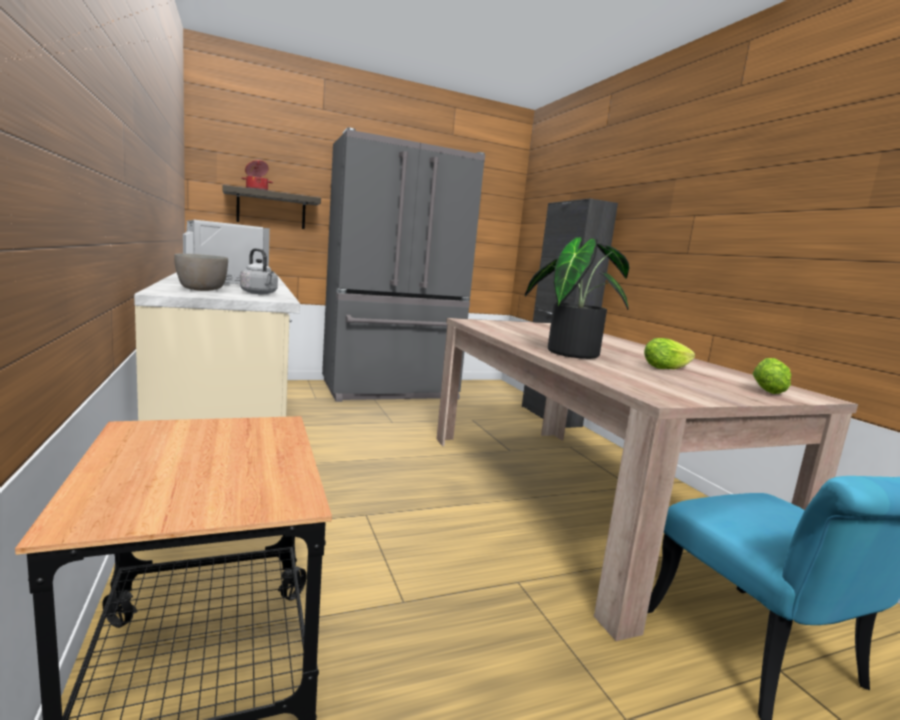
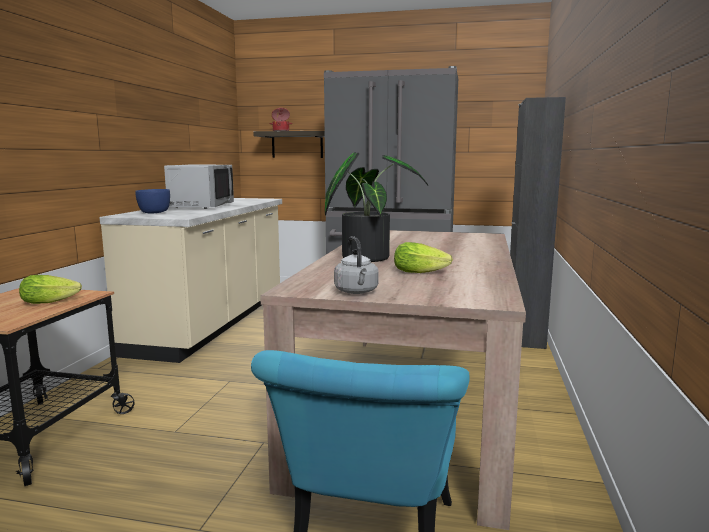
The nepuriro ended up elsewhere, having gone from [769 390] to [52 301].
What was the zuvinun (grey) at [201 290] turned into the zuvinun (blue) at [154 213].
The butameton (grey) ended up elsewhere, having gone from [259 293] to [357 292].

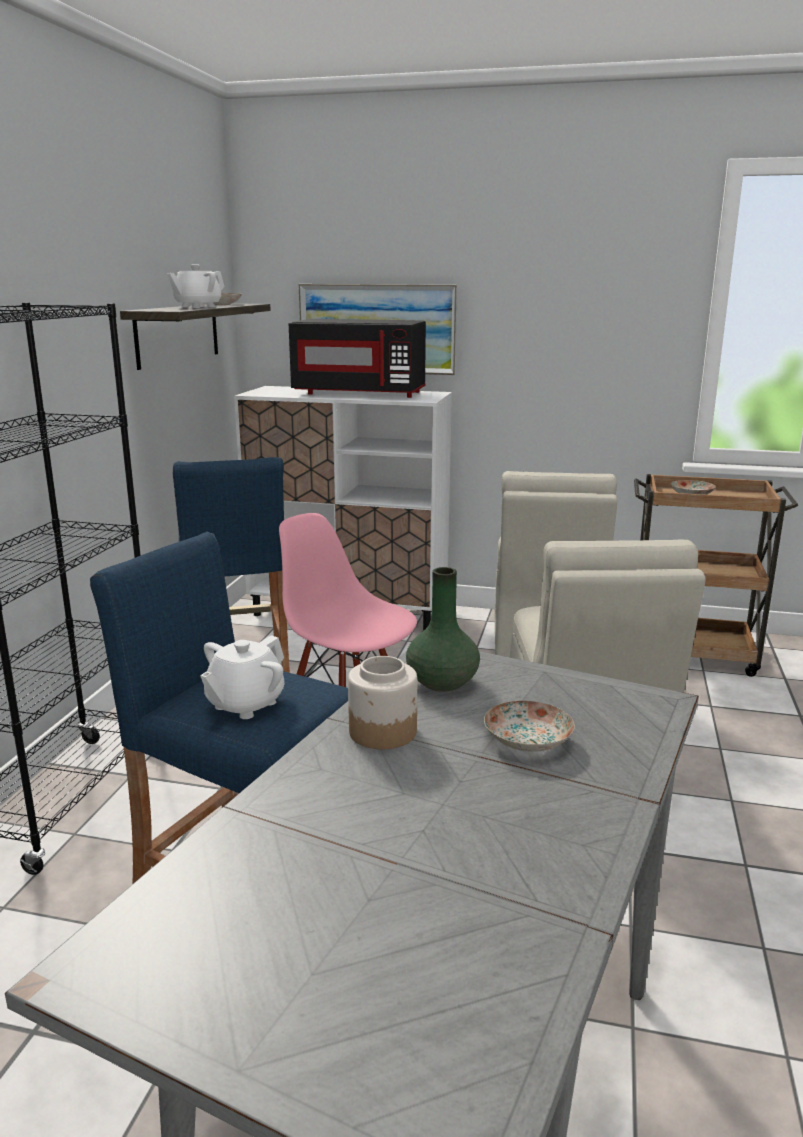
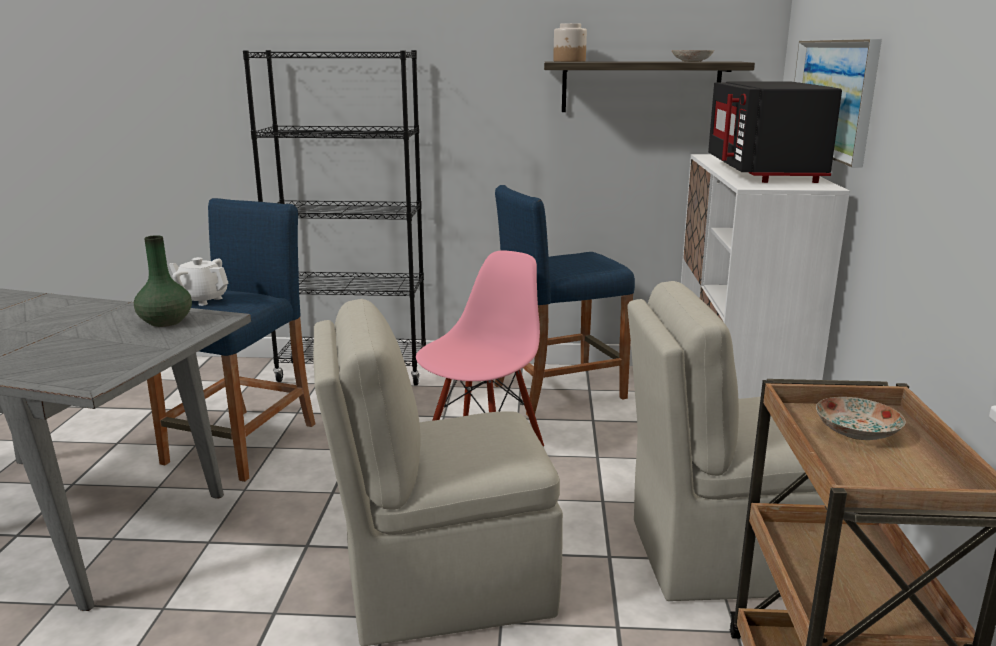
The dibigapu ended up elsewhere, having gone from [383 732] to [569 61].
The second view lost the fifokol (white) at [197 307].
The second view lost the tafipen at [528 741].

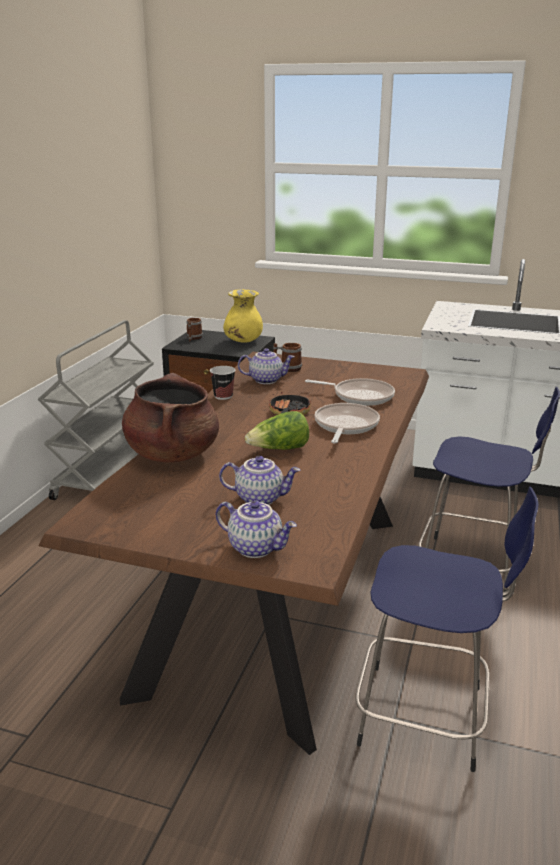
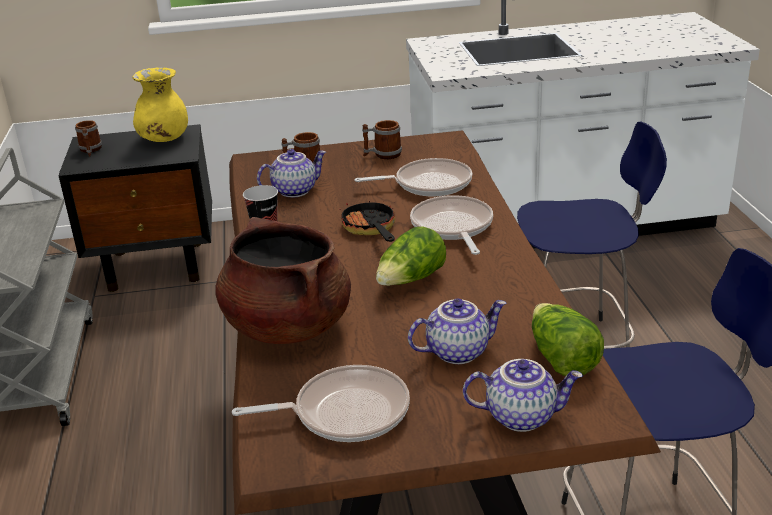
The second view gained the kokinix at [345 412].
The second view gained the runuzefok at [382 155].
The second view gained the nepuriro at [561 358].

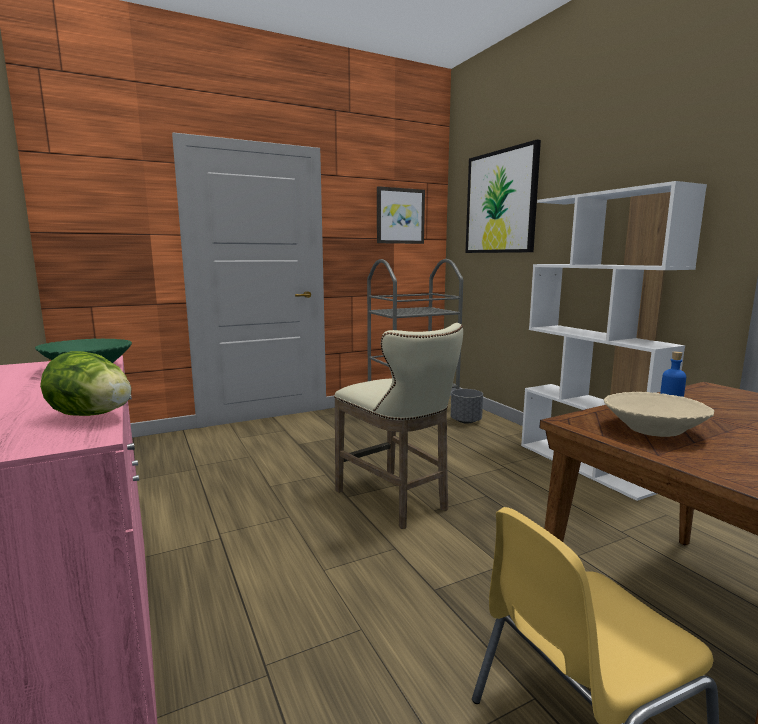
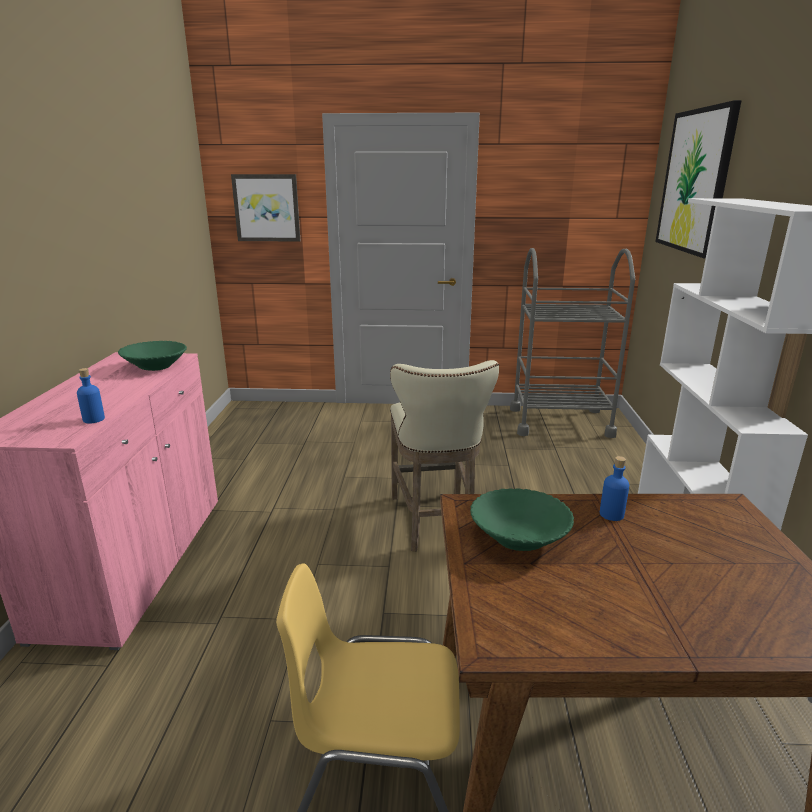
Where the nepuriro stood at [94 415], the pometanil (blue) came to stand at [94 419].
The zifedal ended up elsewhere, having gone from [400 216] to [267 208].
What was the zuvinun (beige) at [653 430] turned into the zuvinun (green) at [519 538].
The second view lost the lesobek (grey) at [466 421].

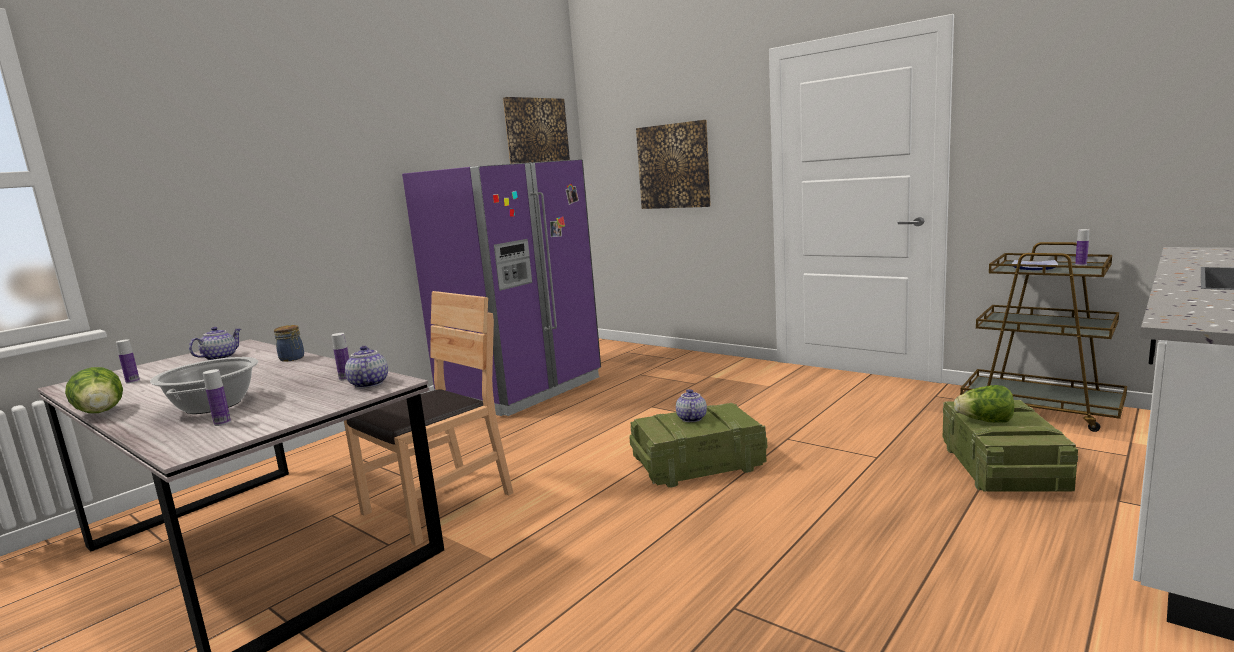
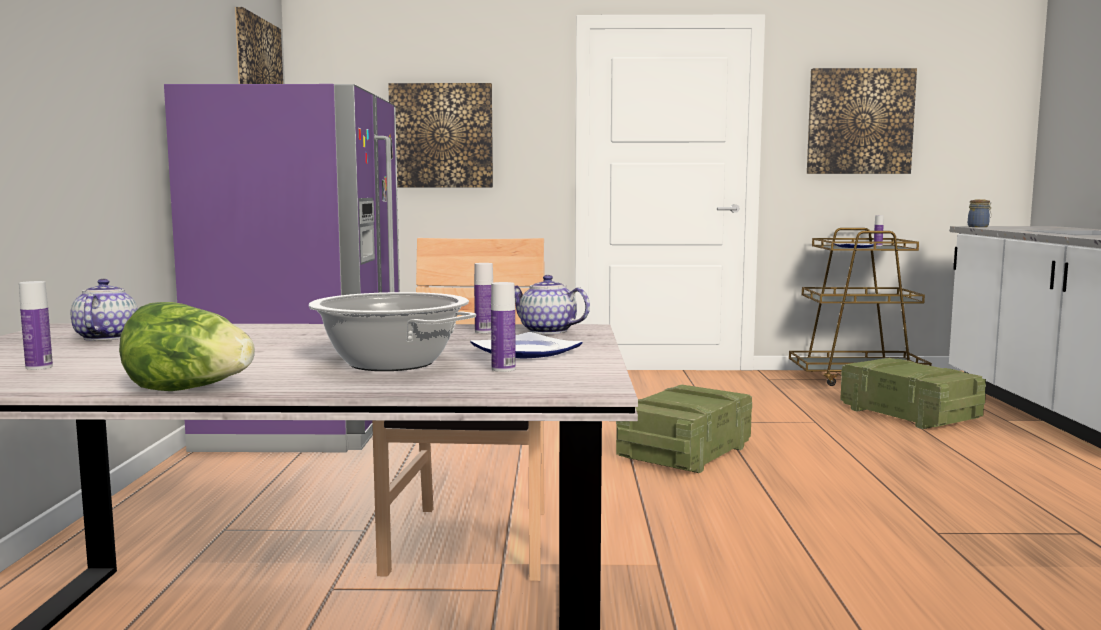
The second view gained the tafipen at [524 352].
The second view gained the zifedal at [860 121].
The dibigapu ended up elsewhere, having gone from [292 358] to [979 227].
The second view lost the fifokol at [690 418].
The second view lost the nepuriro at [985 421].

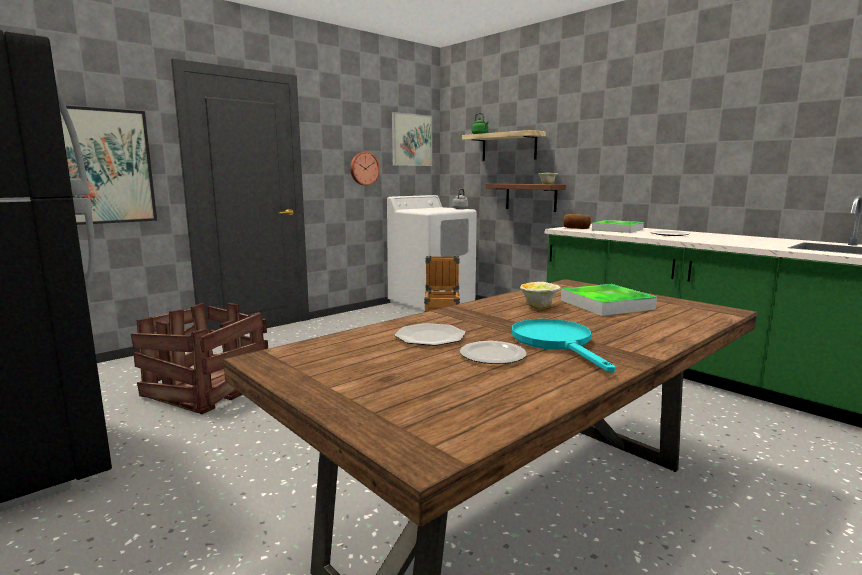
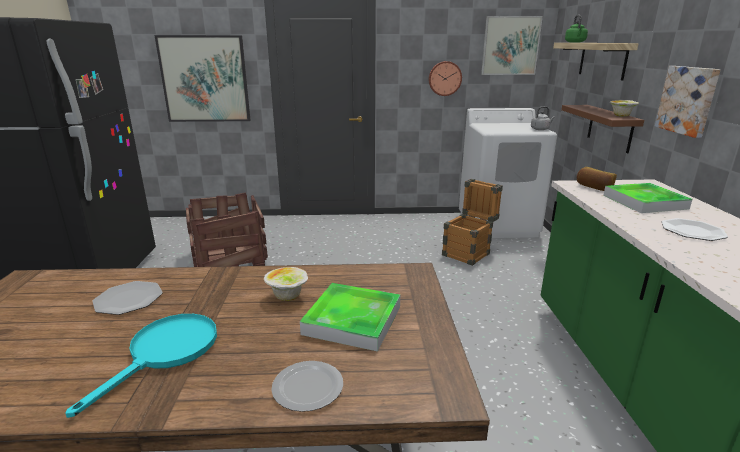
The tafipen ended up elsewhere, having gone from [494 355] to [308 388].
The second view gained the zifedal at [688 100].

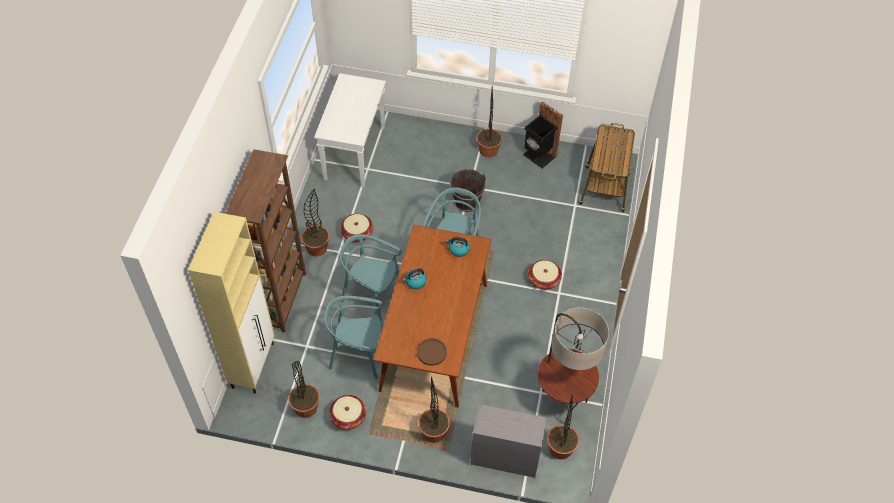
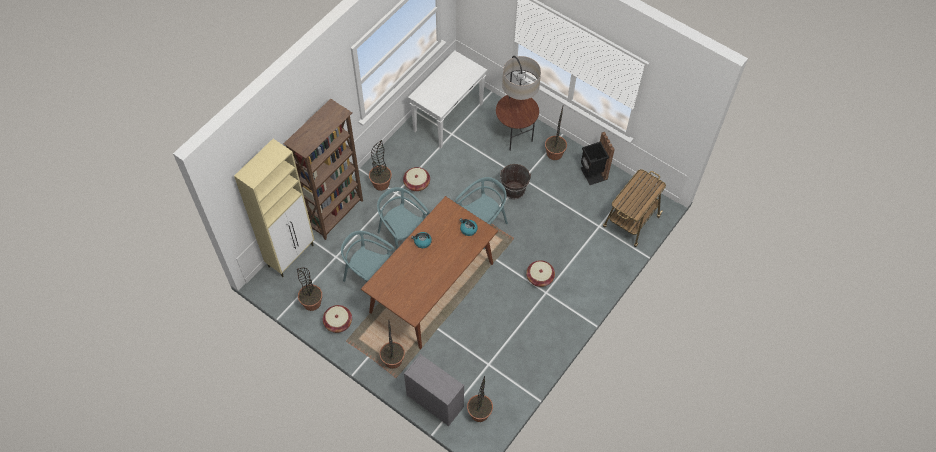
The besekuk ended up elsewhere, having gone from [561 403] to [515 136].
The second view lost the tafipen (brown) at [431 352].

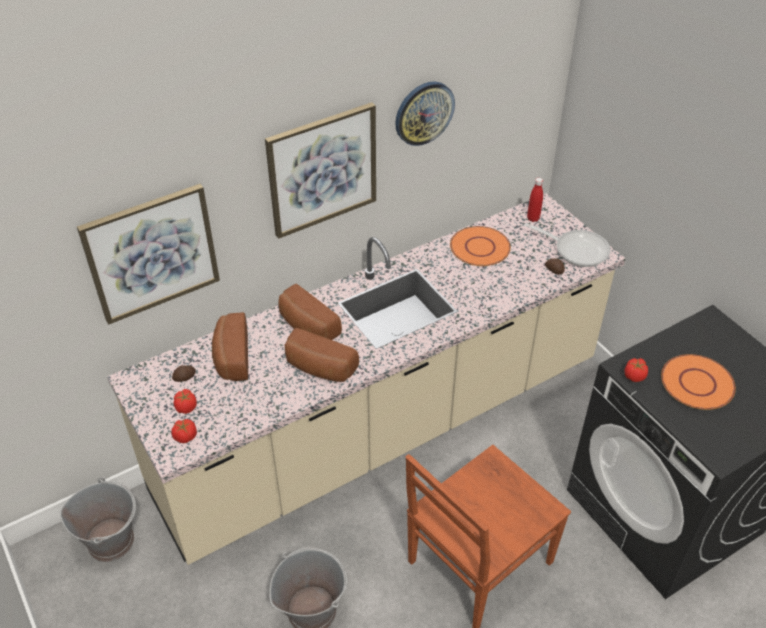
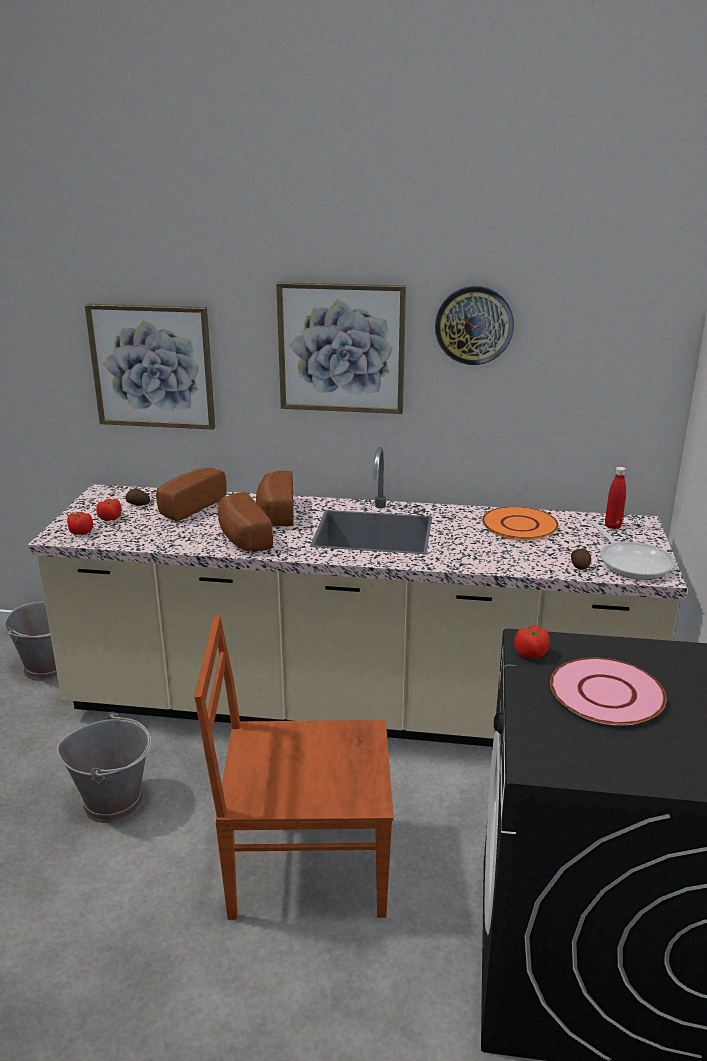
What was the tafipen (orange) at [697 383] turned into the tafipen (pink) at [606 694].

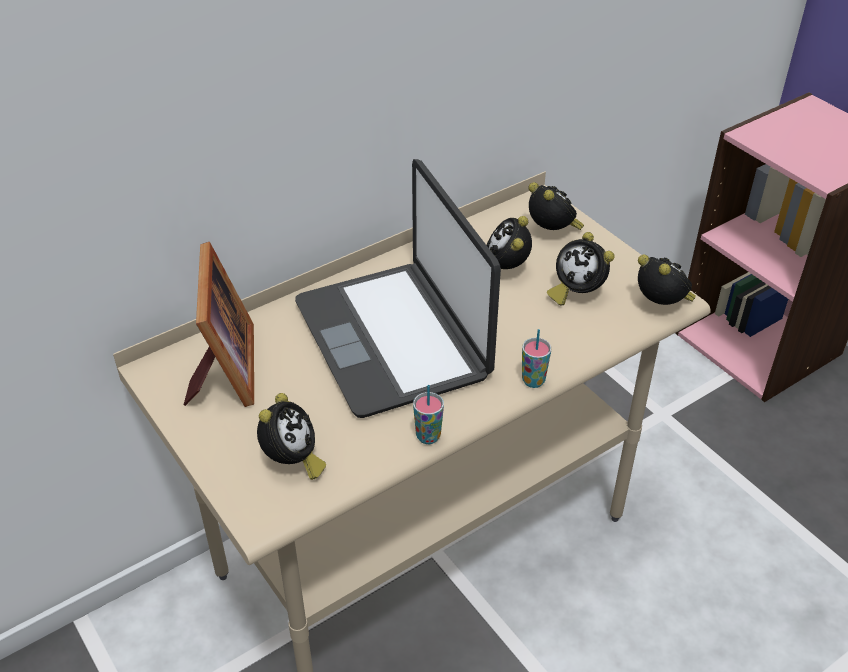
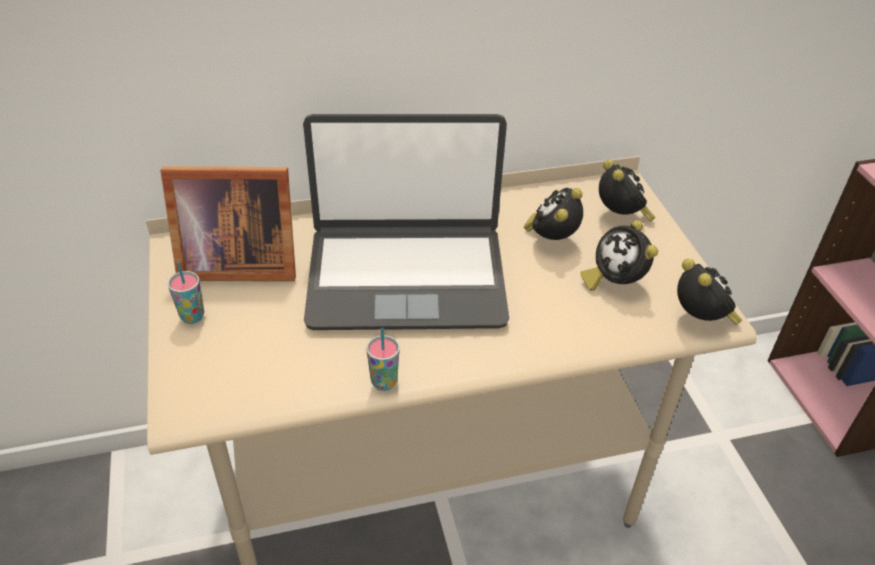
The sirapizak at [224 371] ended up facing another way, 75 degrees clockwise from before.
The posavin ended up elsewhere, having gone from [533 381] to [192 316].
The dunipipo at [394 339] ended up facing another way, 90 degrees counterclockwise from before.
The second view lost the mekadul at [292 462].

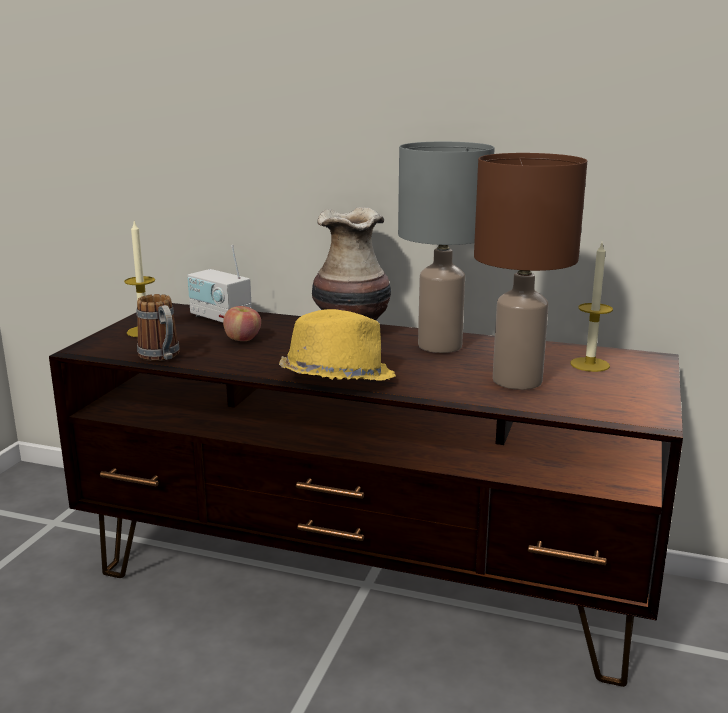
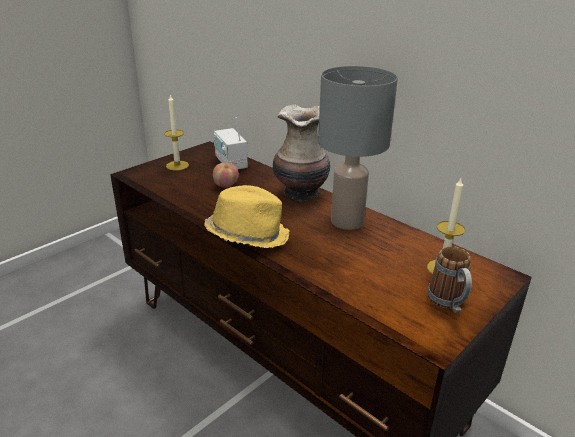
The runuzefok ended up elsewhere, having gone from [162 357] to [449 304].
The second view lost the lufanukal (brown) at [515 380].

